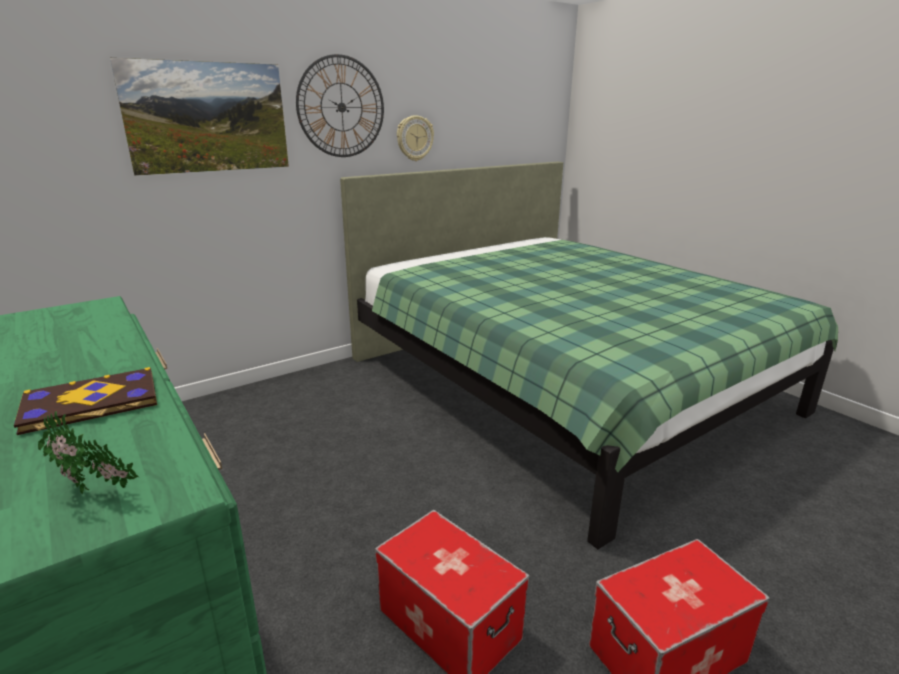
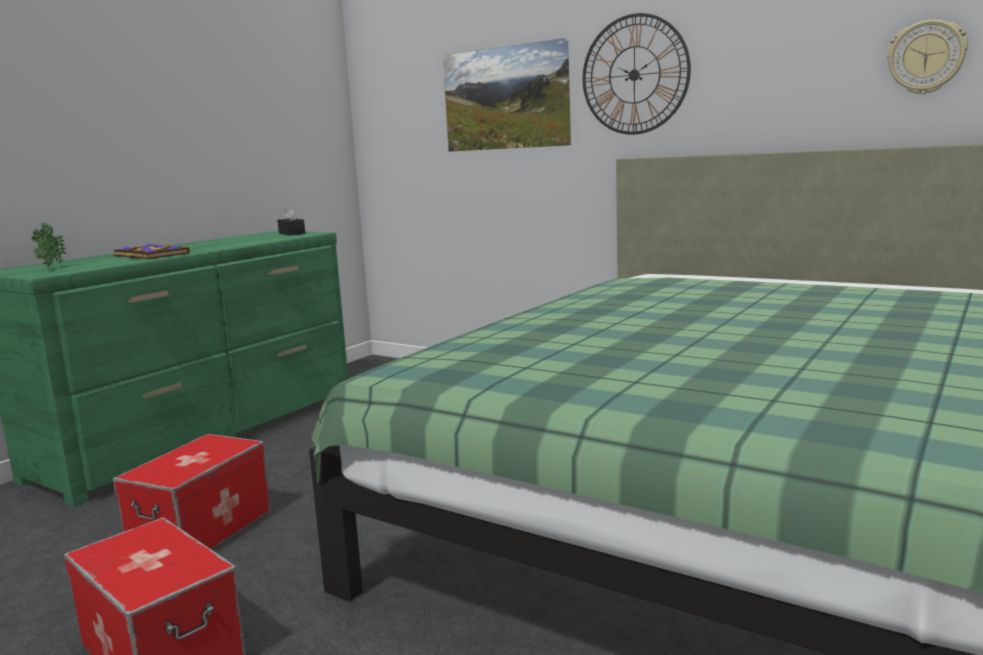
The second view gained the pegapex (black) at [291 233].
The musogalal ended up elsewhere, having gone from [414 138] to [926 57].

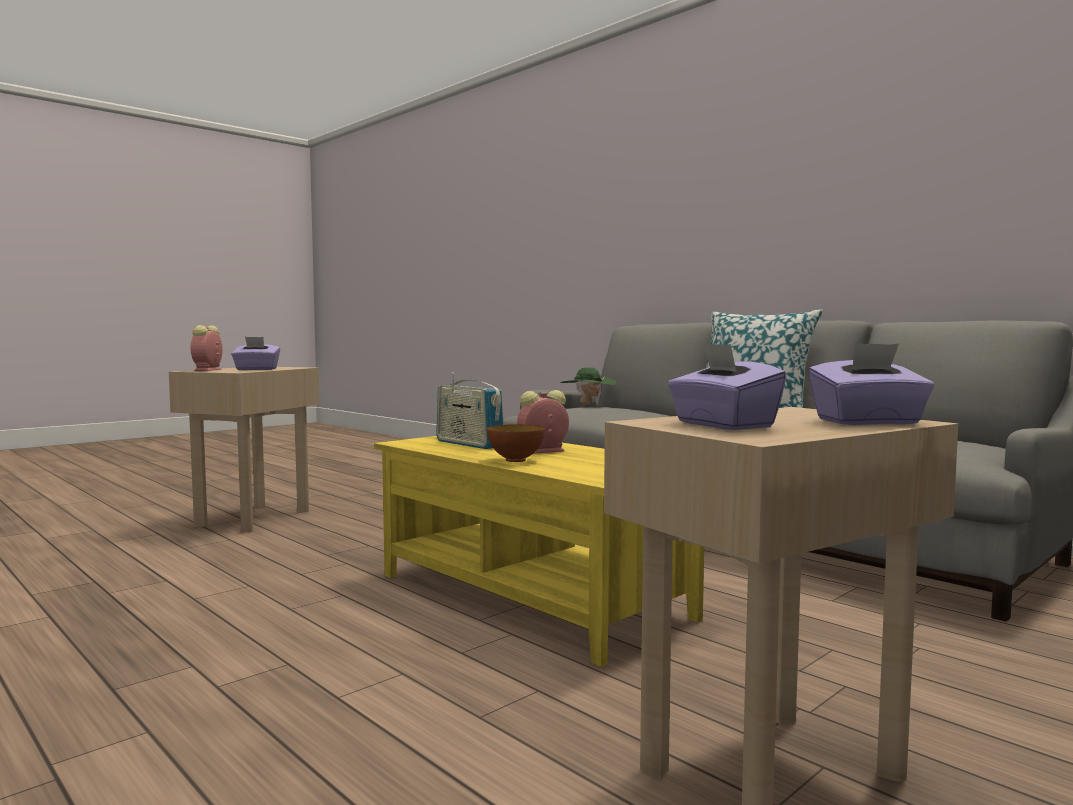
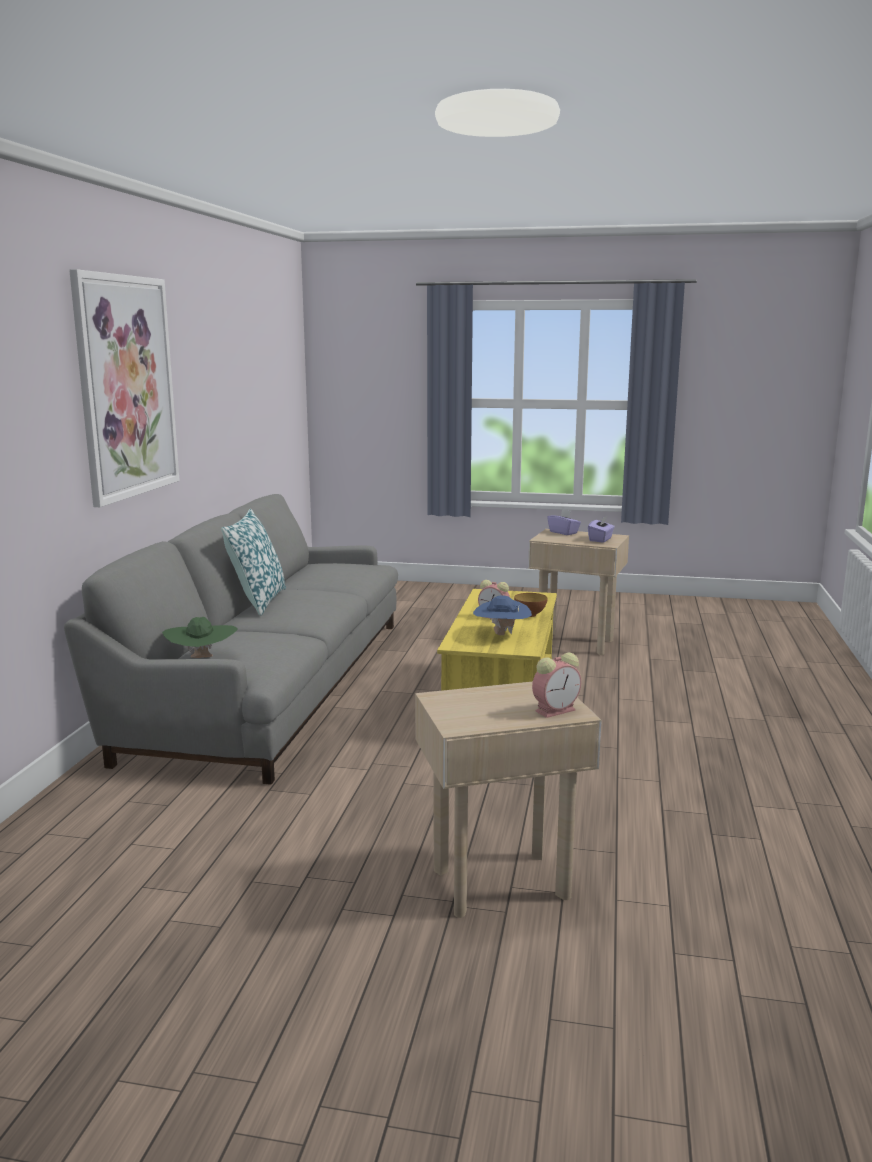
The second view gained the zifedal at [126 387].
Where the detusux stood at [469 444], the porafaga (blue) came to stand at [501 635].
The second view lost the pegapex (purple) at [256 369].

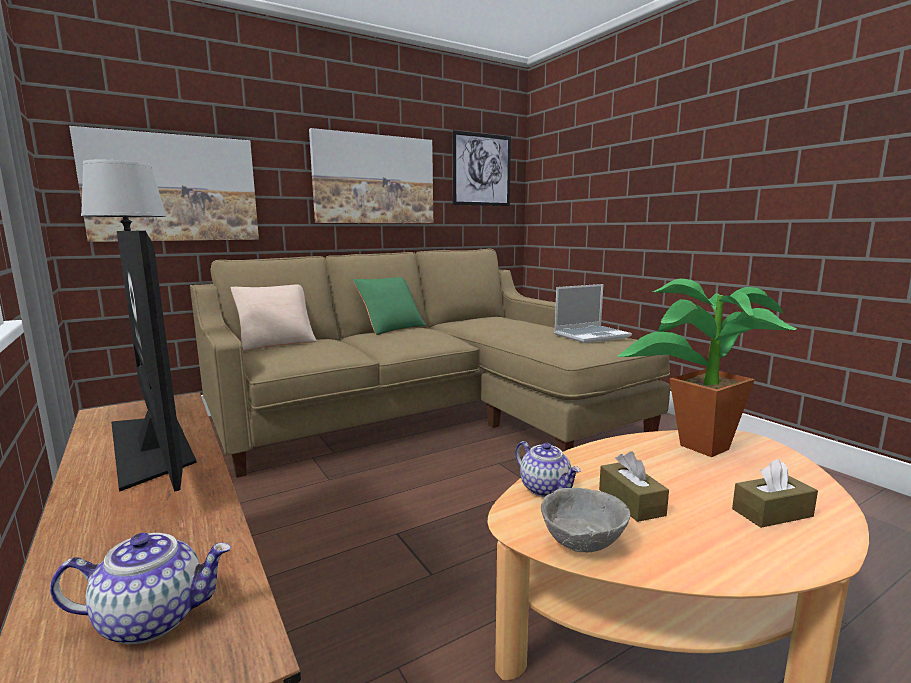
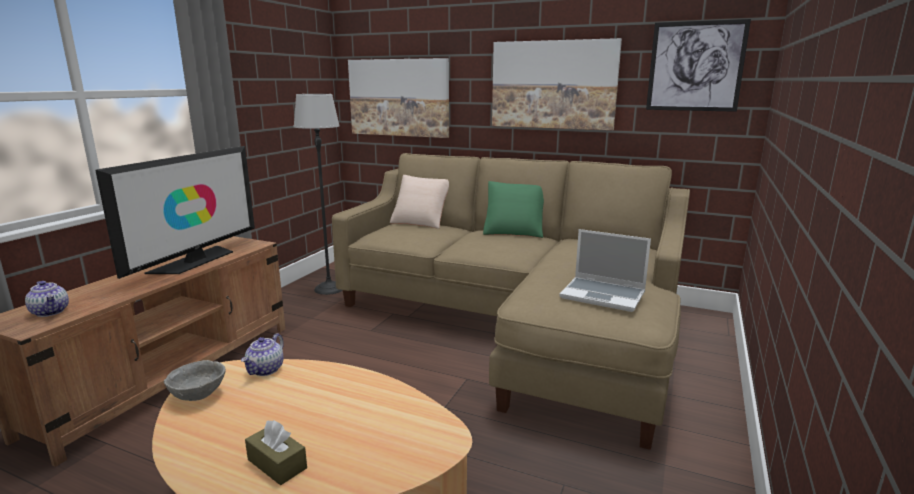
The second view lost the pegapex (brown) at [631 502].
The second view lost the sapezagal at [694 448].

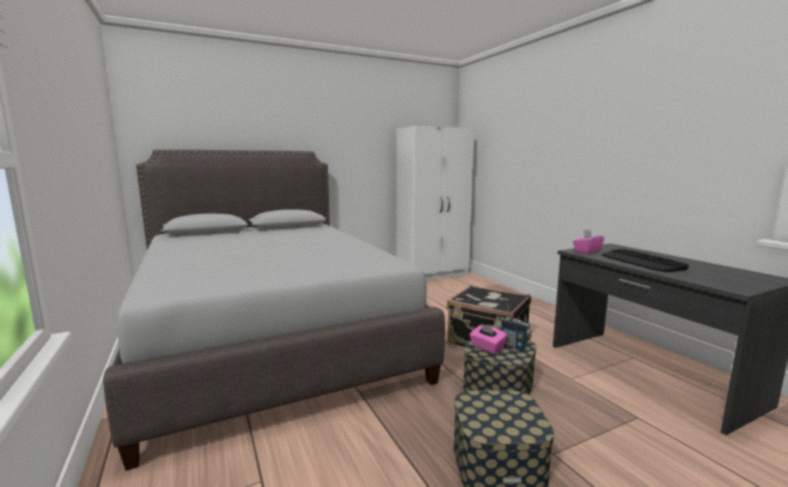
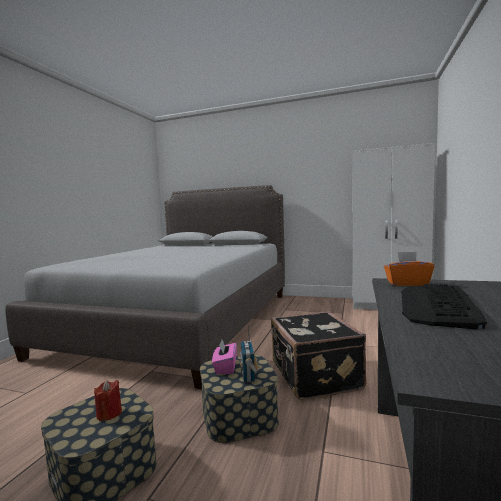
The second view gained the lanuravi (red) at [109 413].
What was the pegapex (pink) at [587 251] turned into the pegapex (orange) at [407 283].

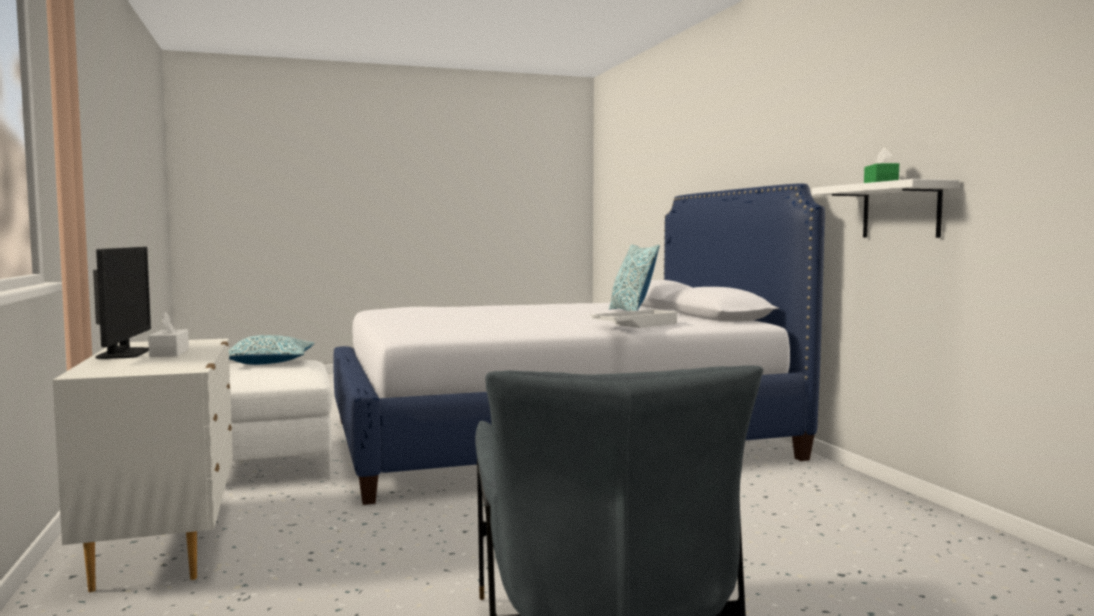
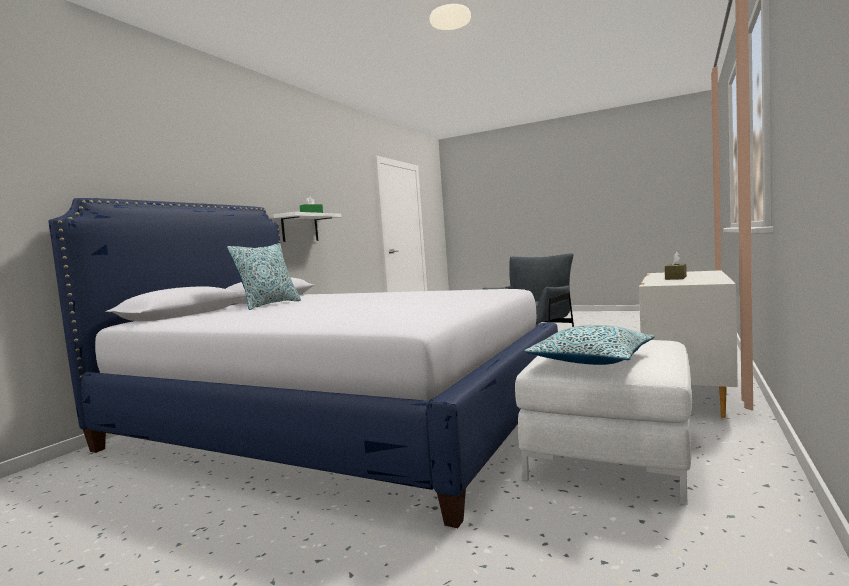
What was the pegapex (white) at [169 353] turned into the pegapex (brown) at [676 278].
The second view lost the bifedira at [123 354].
The second view lost the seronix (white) at [634 325].

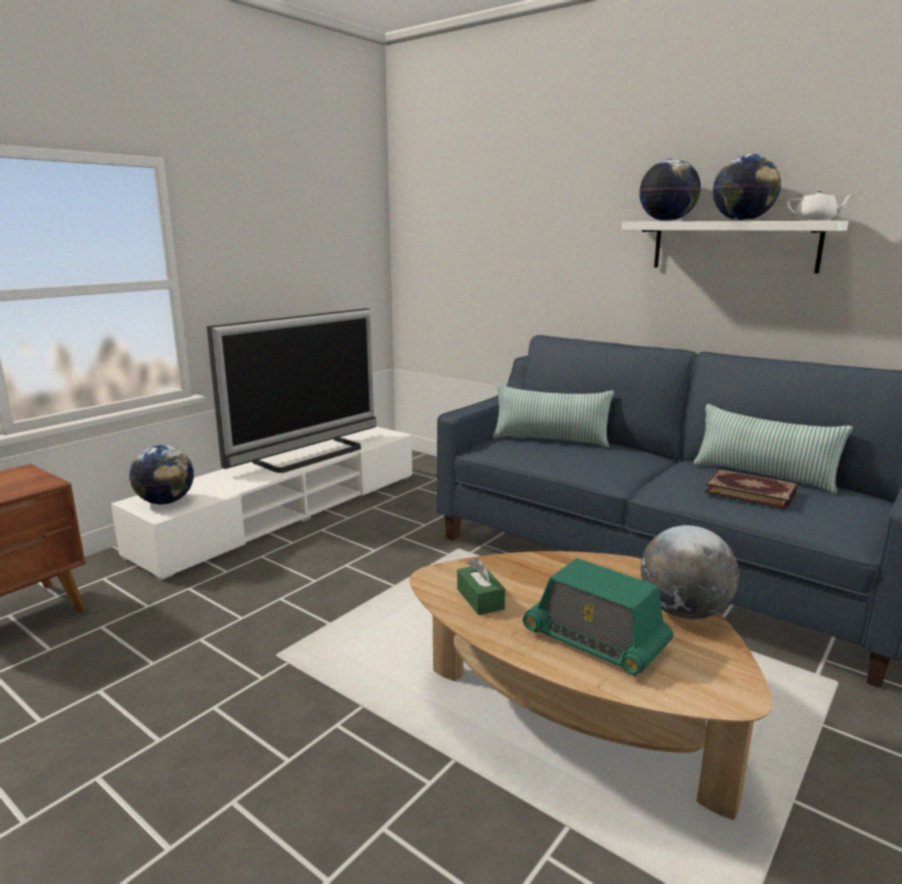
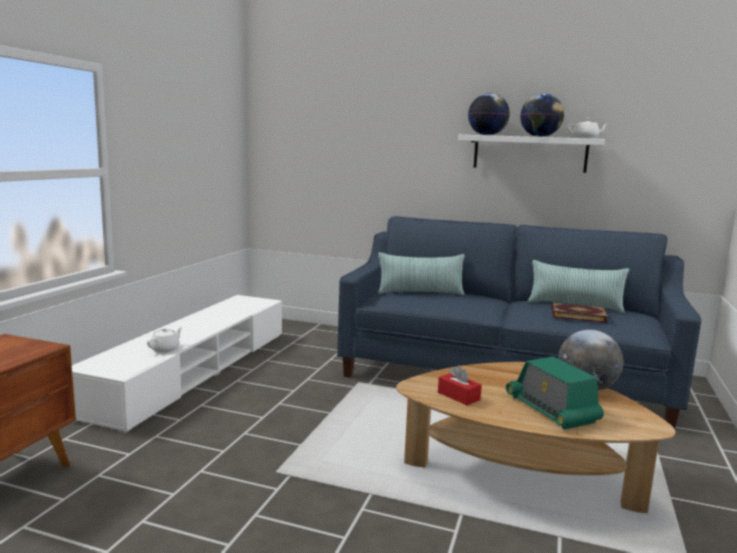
The second view gained the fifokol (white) at [165 349].
What was the pegapex (green) at [480 599] turned into the pegapex (red) at [458 396].
The detusux at [595 640] ended up facing another way, 45 degrees clockwise from before.
The second view lost the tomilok at [165 502].
The second view lost the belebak at [310 455].

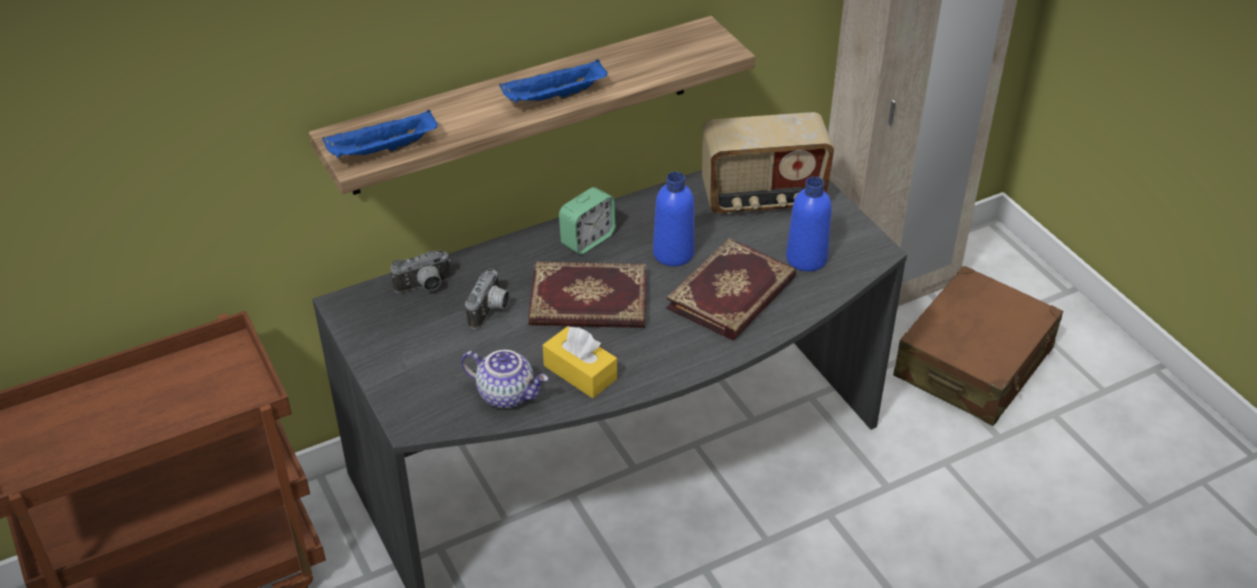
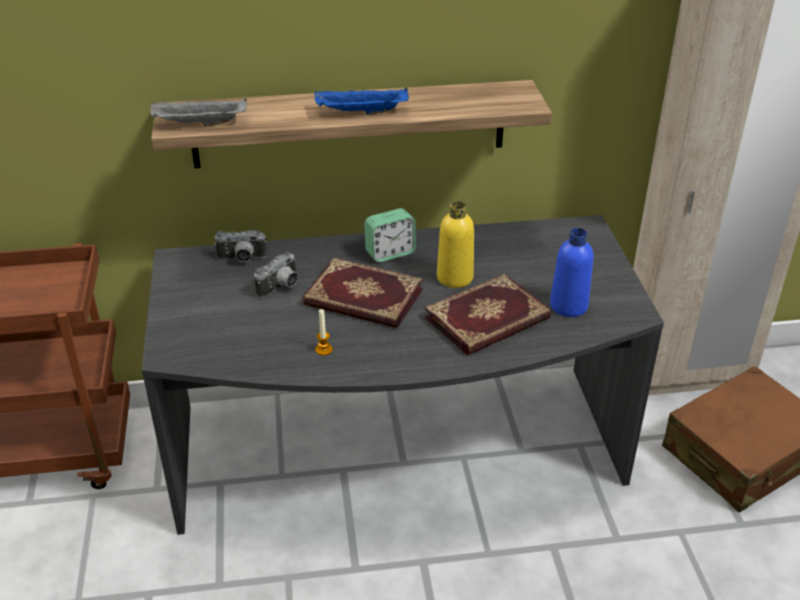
What was the seronix (blue) at [382 151] turned into the seronix (grey) at [199 124].
Where the pegapex (yellow) stood at [580 372], the lanuravi came to stand at [323 349].
What was the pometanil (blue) at [673 253] turned into the pometanil (yellow) at [455 277].
The second view lost the fifokol at [507 394].
The second view lost the detusux at [763 198].

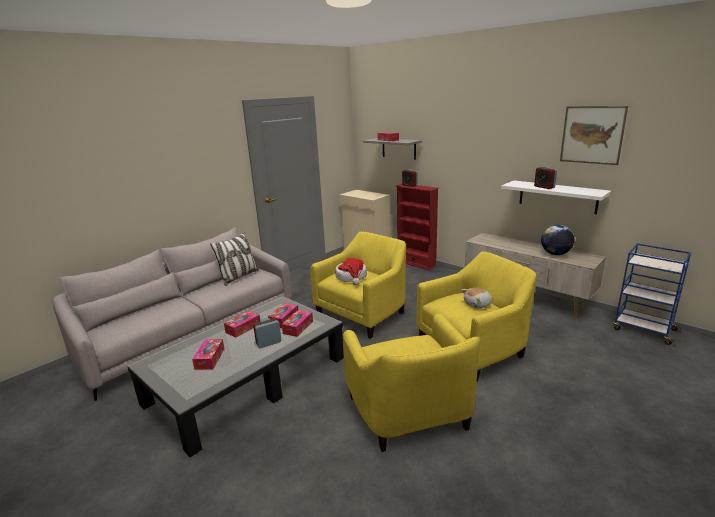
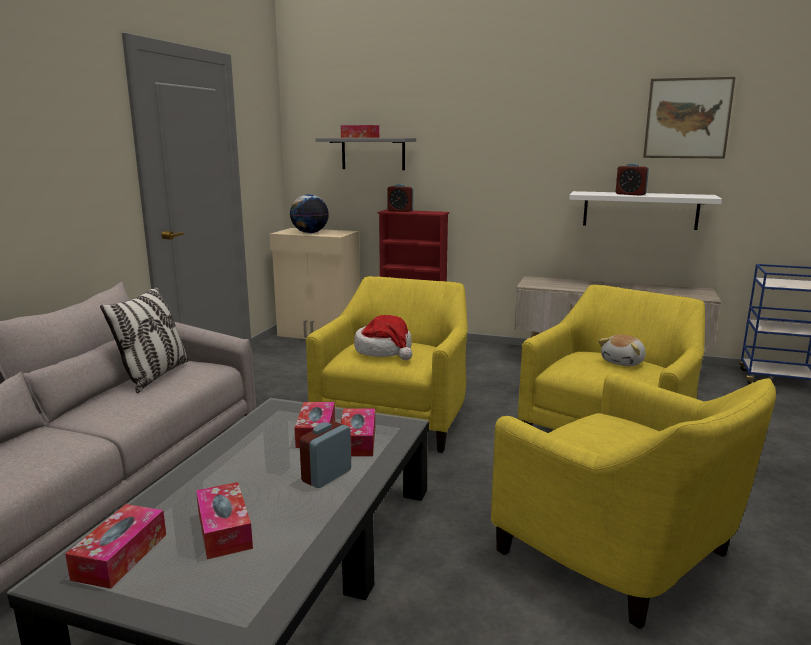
The pegapex ended up elsewhere, having gone from [243 328] to [120 556].
The tomilok ended up elsewhere, having gone from [555 254] to [310 233].

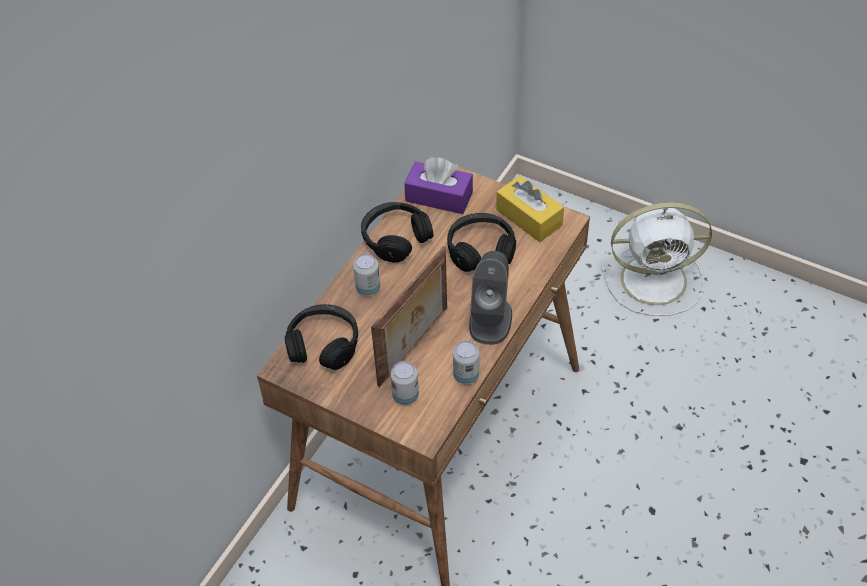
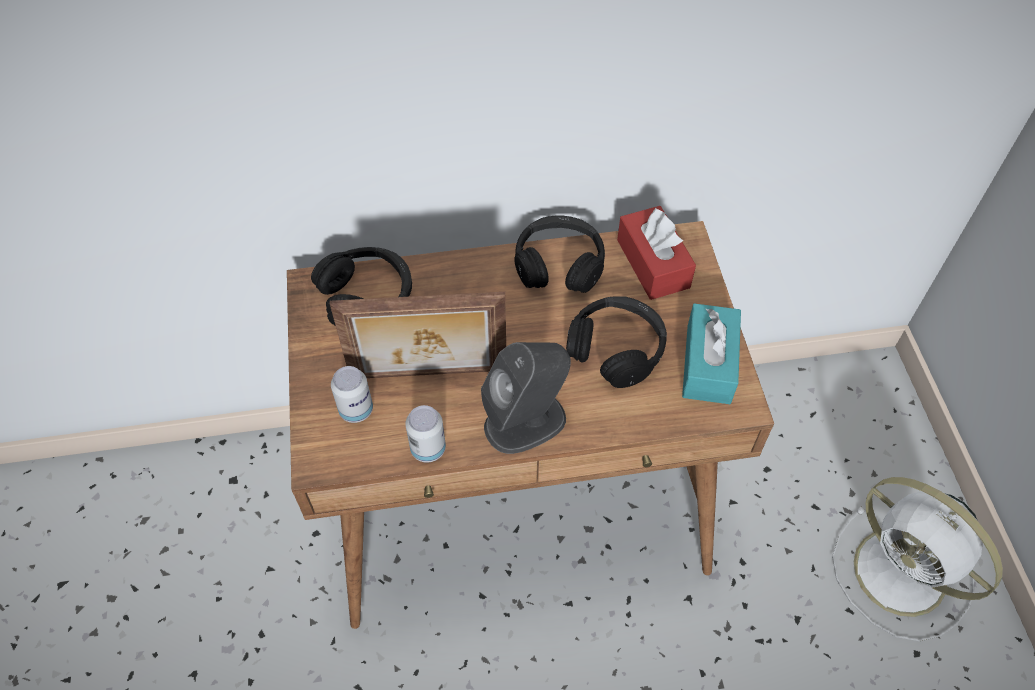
What was the pegapex (purple) at [439 197] turned into the pegapex (red) at [653 263].
What was the pegapex (yellow) at [529 217] turned into the pegapex (turquoise) at [708 364].
The second view lost the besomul at [368 288].

